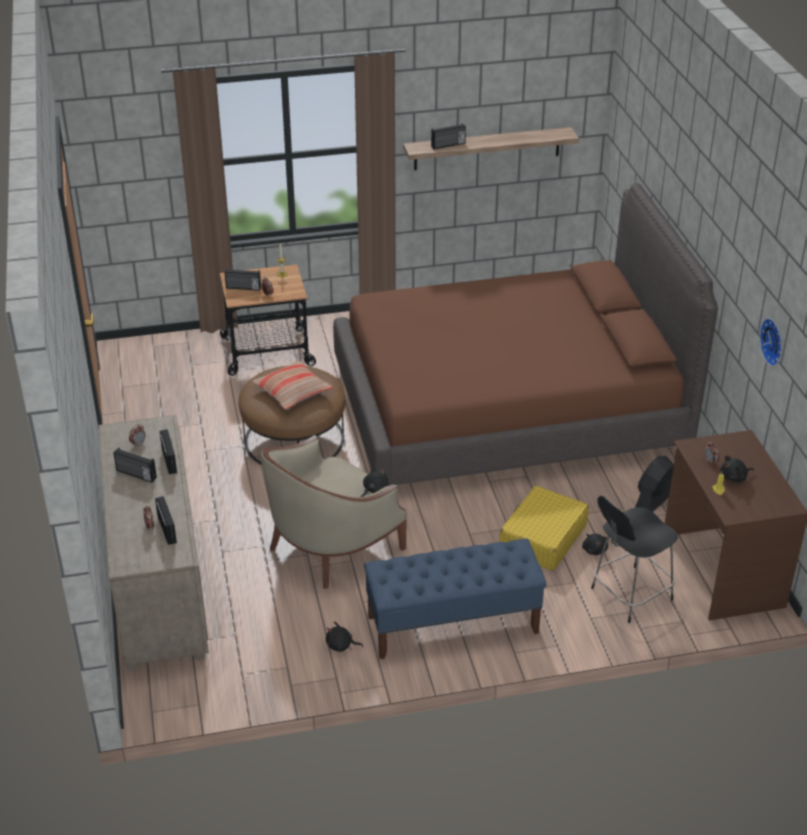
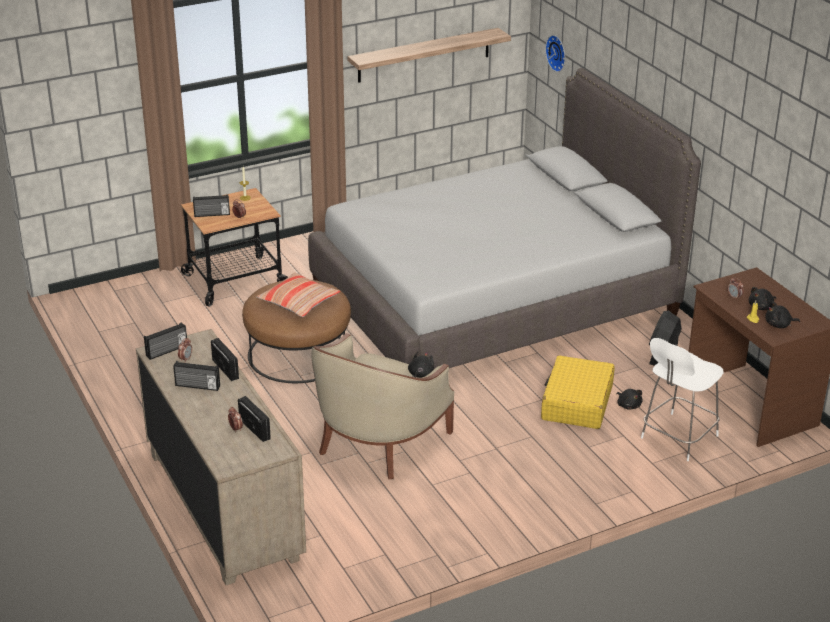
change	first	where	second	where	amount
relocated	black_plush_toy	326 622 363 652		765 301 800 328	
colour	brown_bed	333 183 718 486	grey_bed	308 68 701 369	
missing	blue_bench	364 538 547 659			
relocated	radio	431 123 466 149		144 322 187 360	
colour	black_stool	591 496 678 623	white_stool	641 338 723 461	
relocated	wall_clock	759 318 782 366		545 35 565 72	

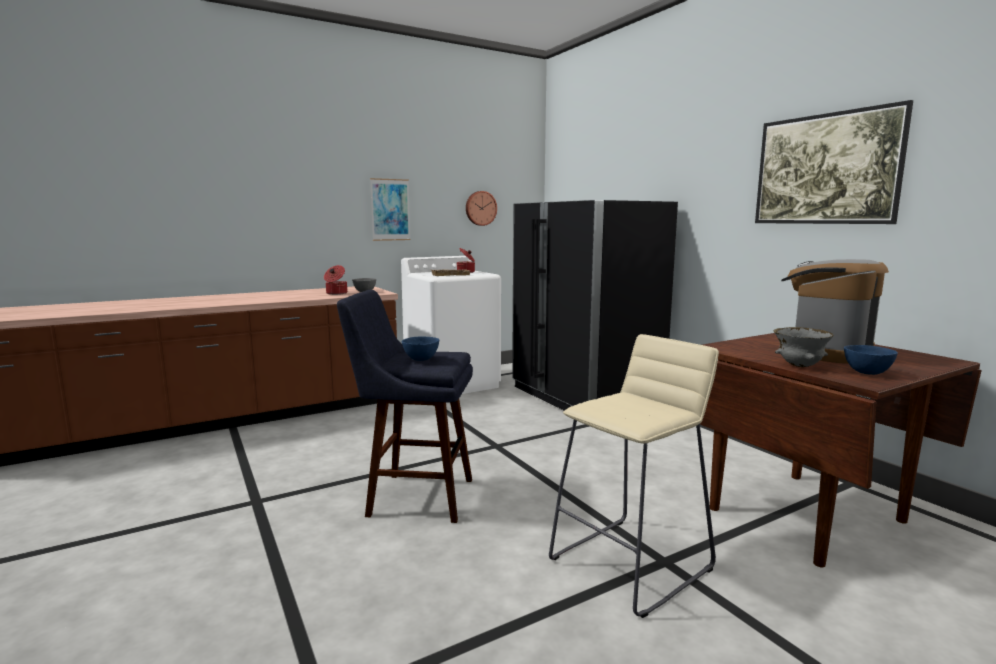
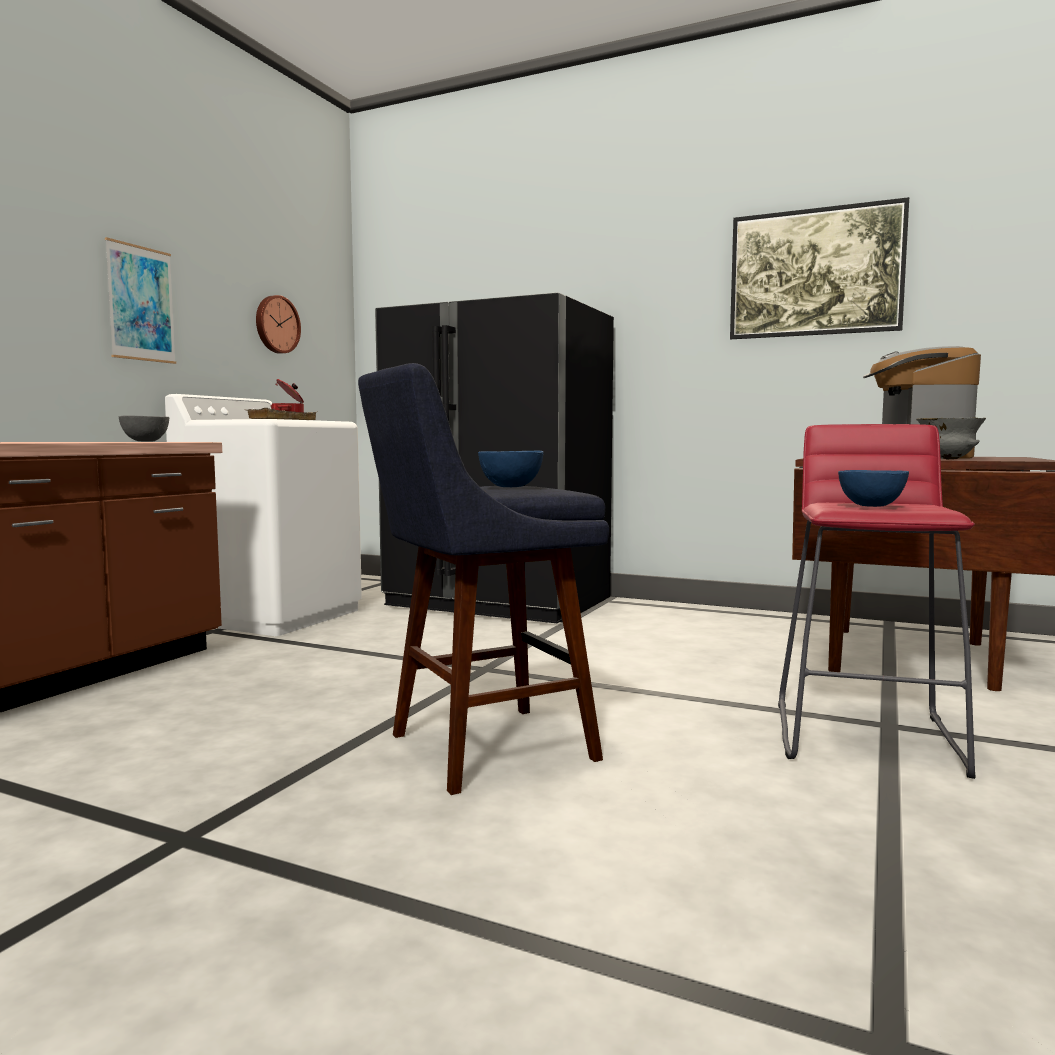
change	first	where	second	where	amount
missing	cooking_pot	324 265 347 295			
colour	beige_stool	549 334 719 618	red_stool	778 424 975 779	
relocated	blue_bowl	844 345 898 375		838 470 909 507	

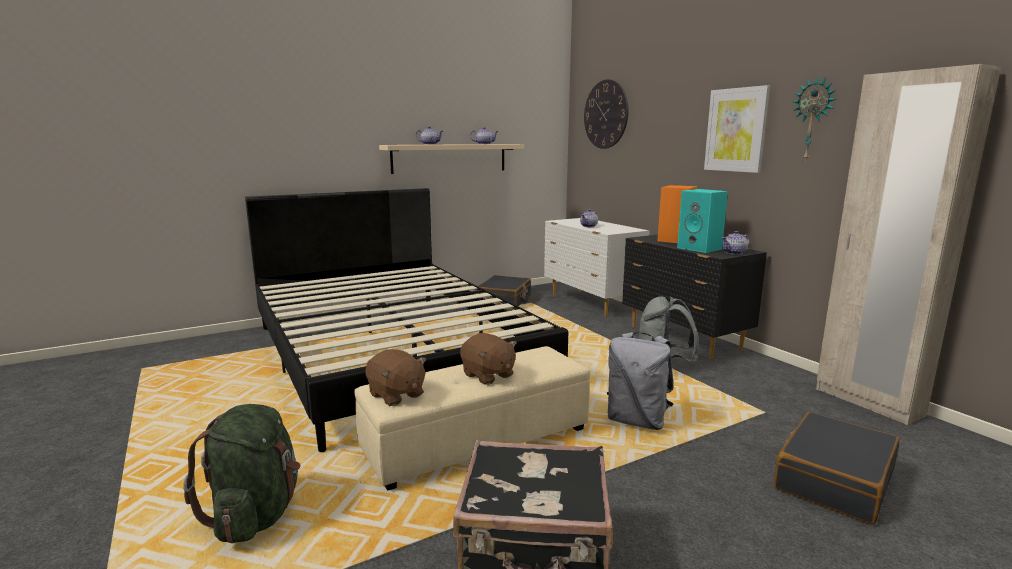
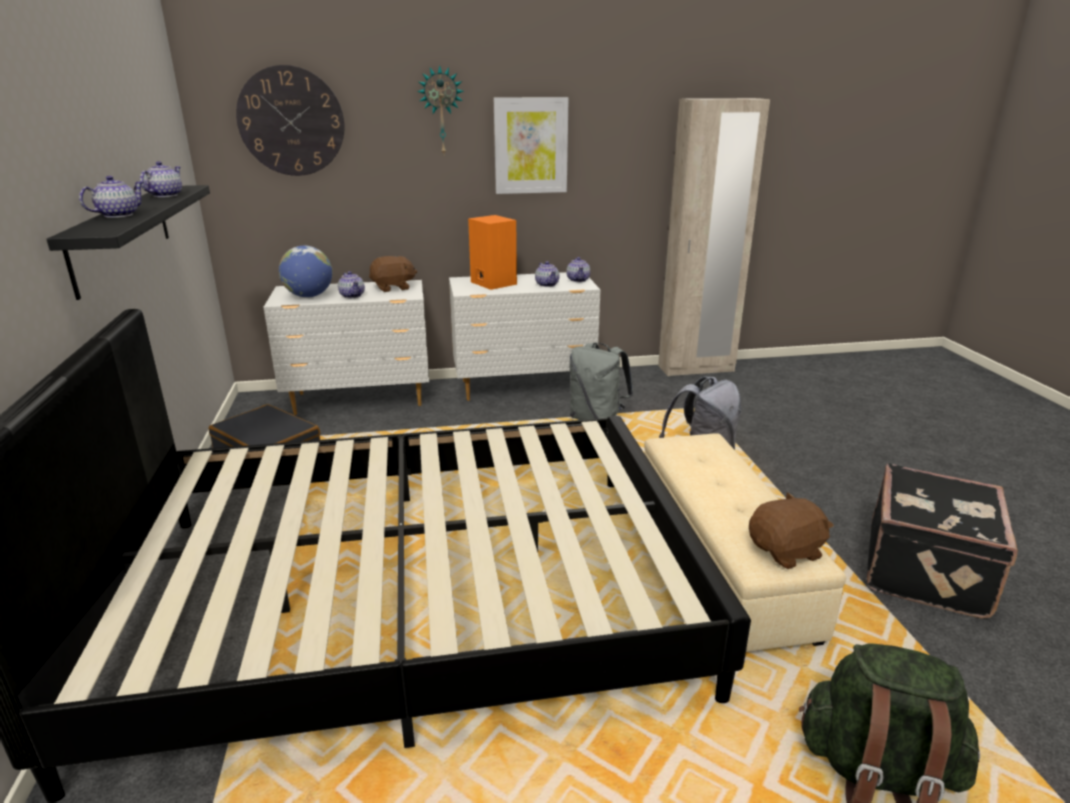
change	first	where	second	where	amount
colour	beige_shelf	379 144 524 174	black_shelf	47 185 210 300	
relocated	brown_plush_toy	460 333 517 385		369 256 417 292	
colour	black_dresser	622 234 767 359	white_dresser	449 272 601 401	
exchanged	turquoise_speaker	677 189 728 253	teapot	535 261 560 287	
missing	black_suitcase	774 412 900 525			
relocated	wall_clock	793 76 837 162		417 65 464 154	
appeared			globe	279 246 333 297	

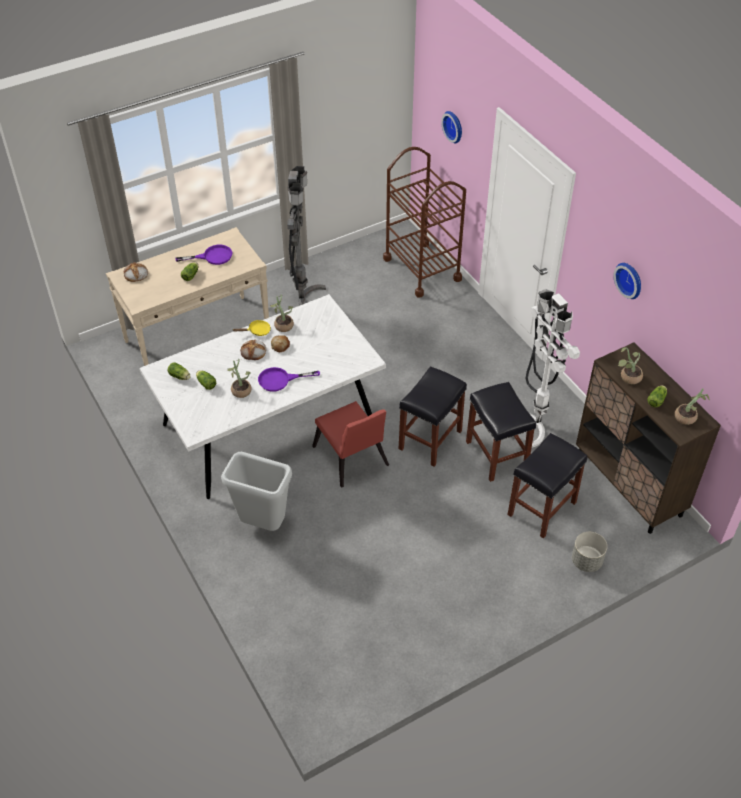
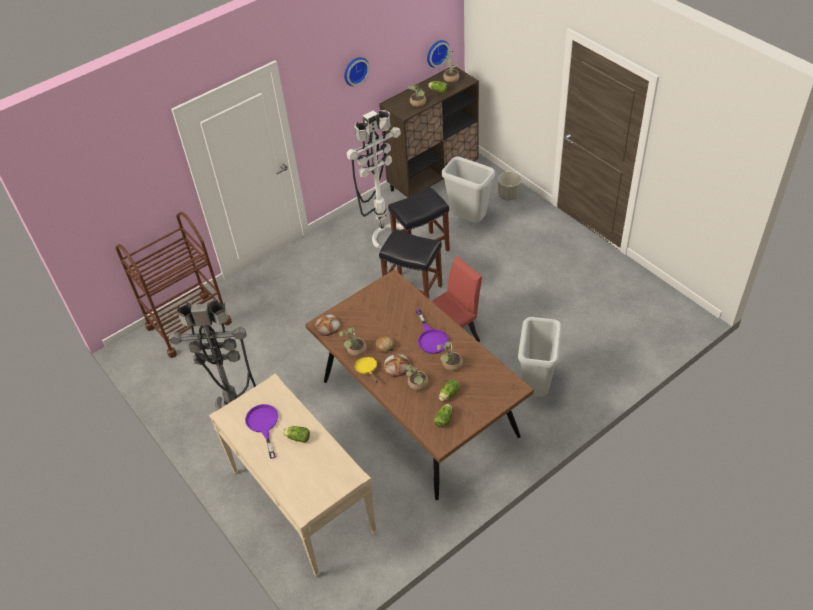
change	first	where	second	where	amount
relocated	bread	124 262 148 282		315 314 341 336	
colour	white_dining_table	140 294 386 499	brown_dining_table	305 269 534 500	
relocated	wall_clock	441 111 462 143		427 40 450 68	
exchanged	black_stool	507 433 587 539	grey_trash_can	442 157 495 223	
appeared			potted_plant	406 363 429 391	

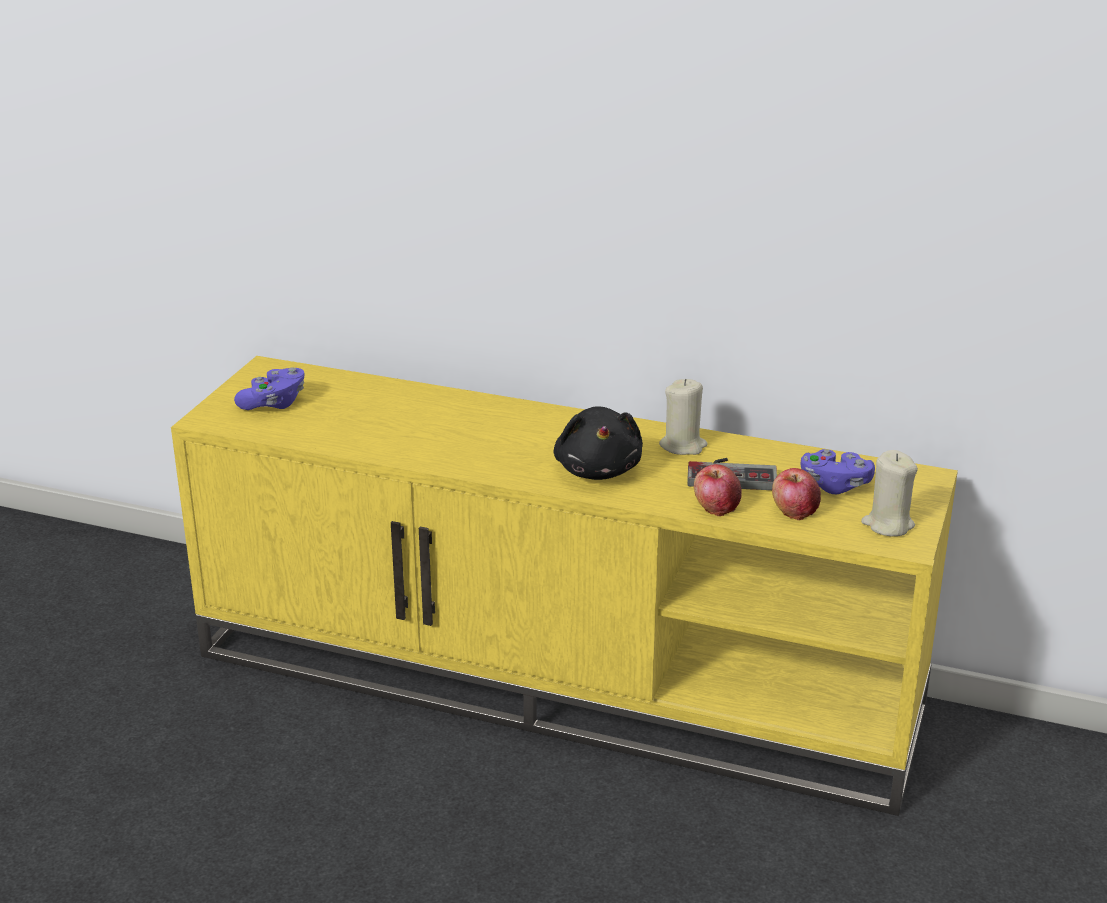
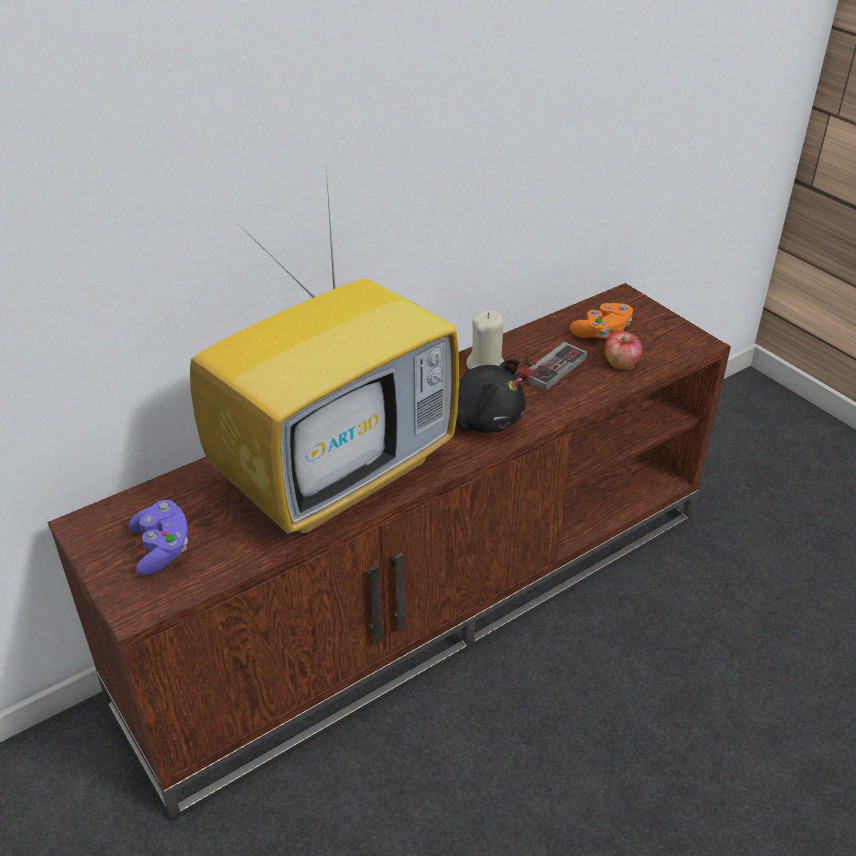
change	first	where	second	where	amount
colour	yellow_tv_stand	171 356 958 816	brown_tv_stand	47 283 731 821	
missing	apple	694 464 742 516			
colour	purple_game_controller	800 449 875 494	orange_game_controller	570 303 633 339	
missing	beige_candle	861 450 918 536			
appeared			television	190 168 459 535	

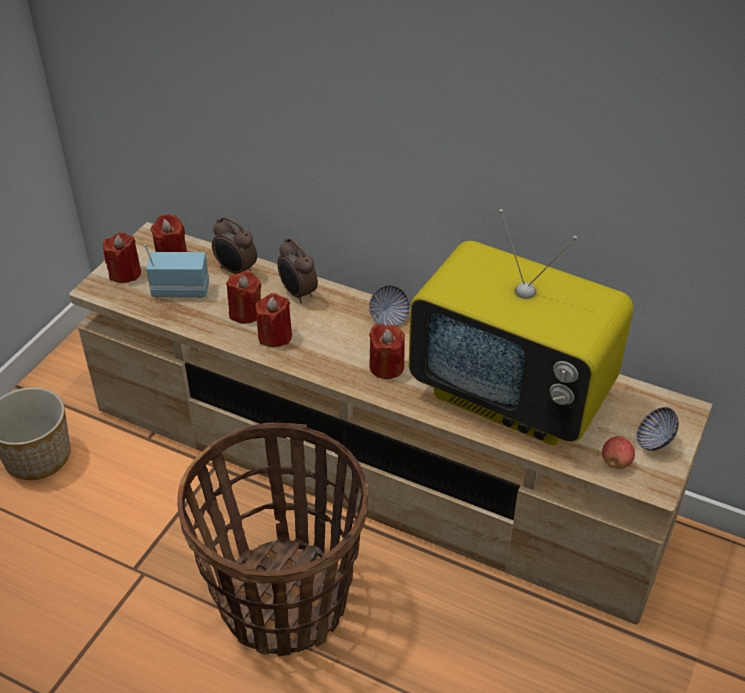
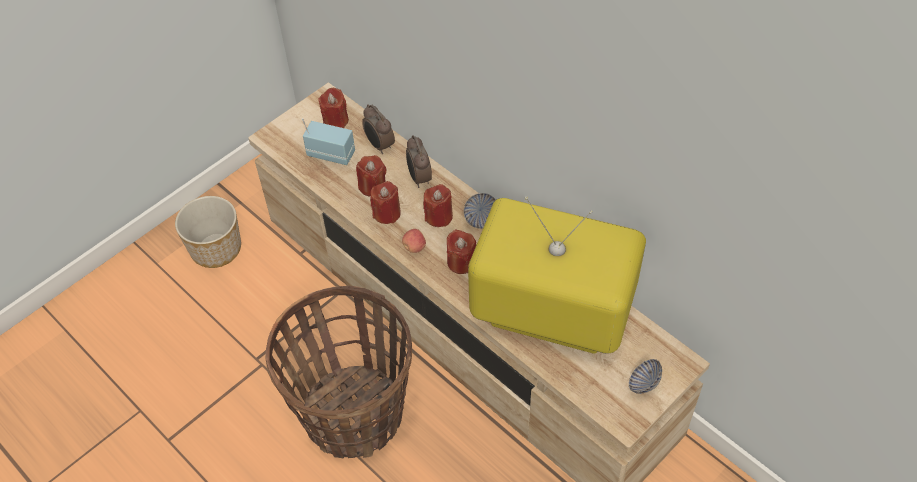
change	first	where	second	where	amount
relocated	red_candle	103 232 141 283		423 184 453 227	
spun	television	409 209 634 446		468 196 646 354	150 degrees clockwise
relocated	apple	602 436 635 469		402 229 426 253	

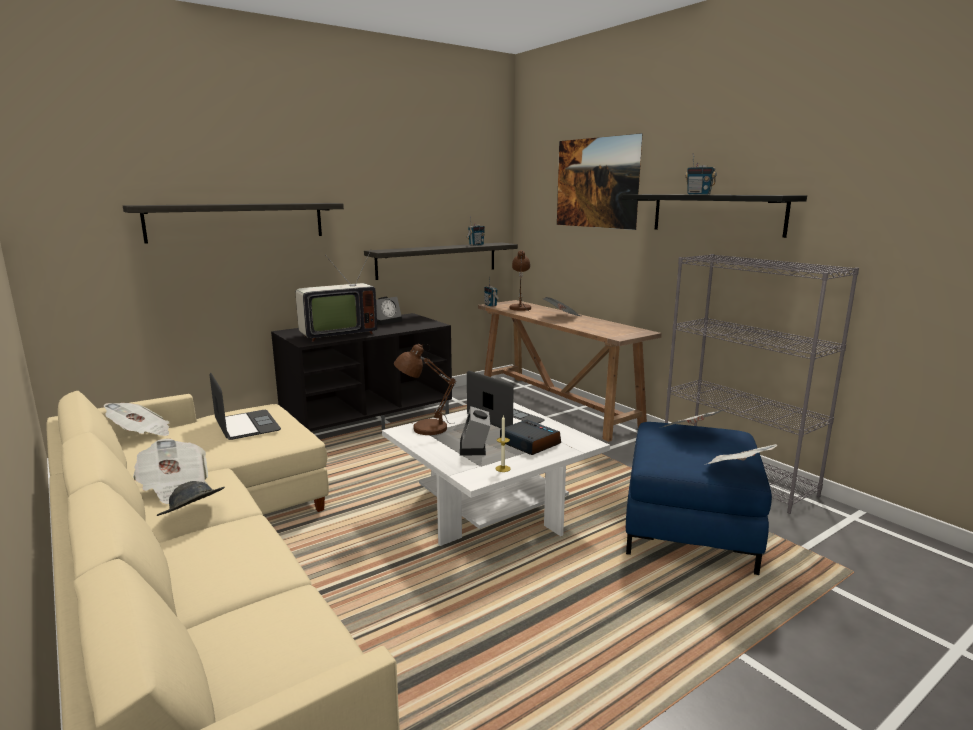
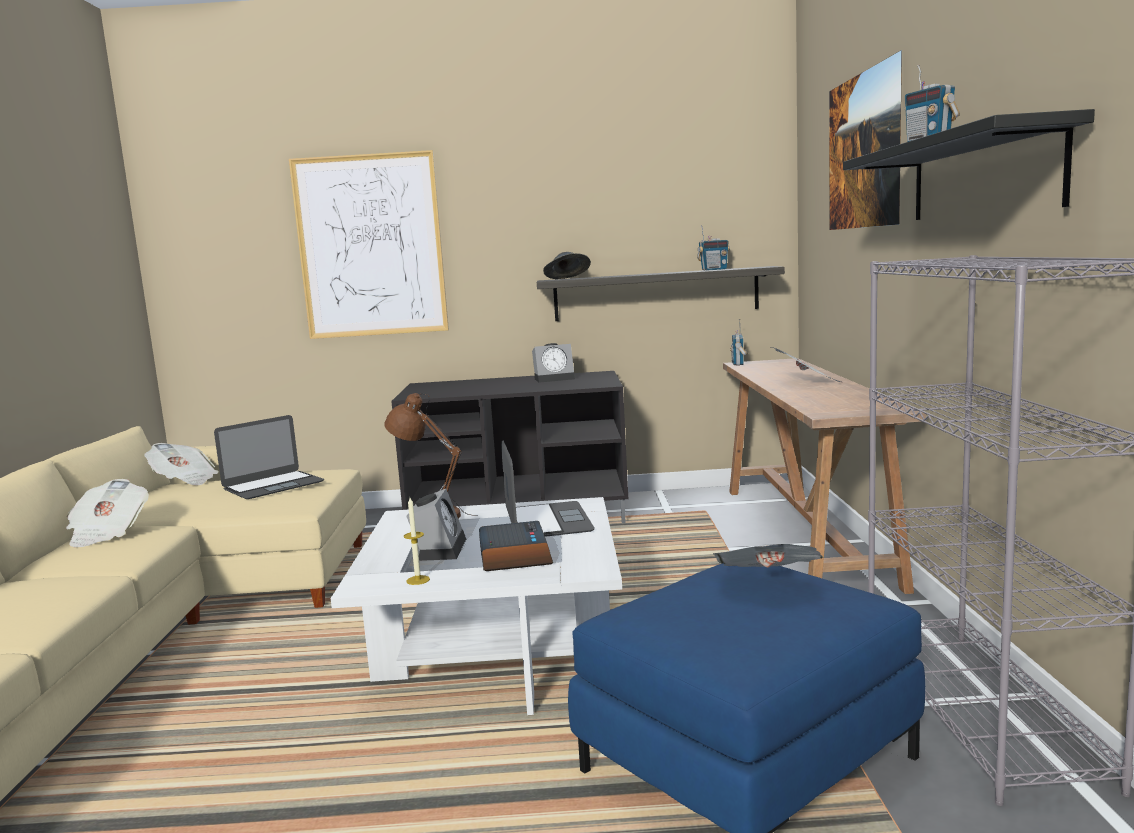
change	first	where	second	where	amount
exchanged	shelf	123 203 344 244	picture	289 150 449 339	
relocated	grey_hat	157 481 225 516		543 252 591 279	
spun	laptop	210 373 281 440		214 415 324 499	45 degrees clockwise
missing	television	296 250 377 342			
spun	alarm_clock	460 406 490 456		406 489 466 561	150 degrees clockwise
missing	brown_table_lamp	509 250 531 312			
missing	newspaper	704 444 777 465			

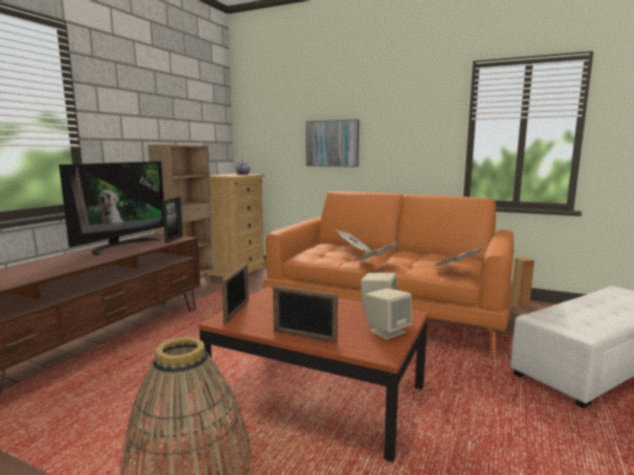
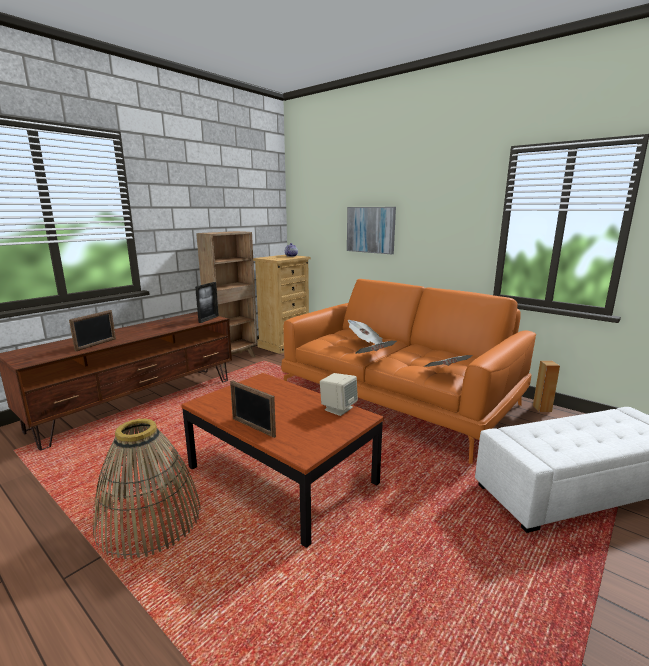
change	first	where	second	where	amount
missing	television	59 161 164 256			
relocated	picture_frame	221 263 249 324		69 310 116 352	
missing	beige_speaker	365 288 412 340			

